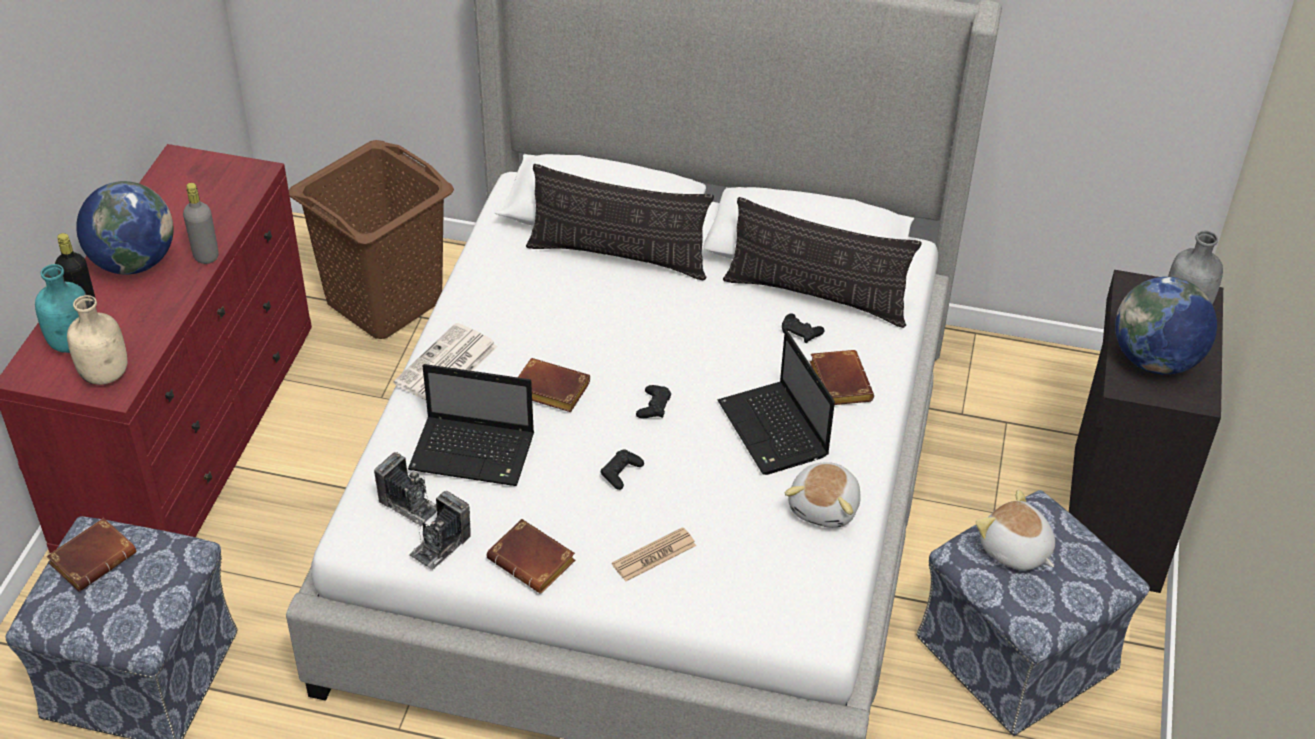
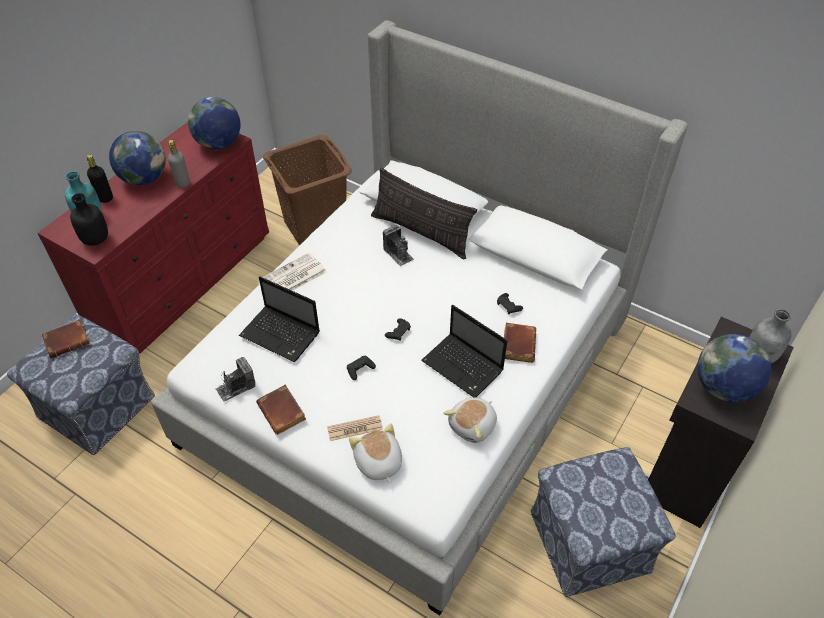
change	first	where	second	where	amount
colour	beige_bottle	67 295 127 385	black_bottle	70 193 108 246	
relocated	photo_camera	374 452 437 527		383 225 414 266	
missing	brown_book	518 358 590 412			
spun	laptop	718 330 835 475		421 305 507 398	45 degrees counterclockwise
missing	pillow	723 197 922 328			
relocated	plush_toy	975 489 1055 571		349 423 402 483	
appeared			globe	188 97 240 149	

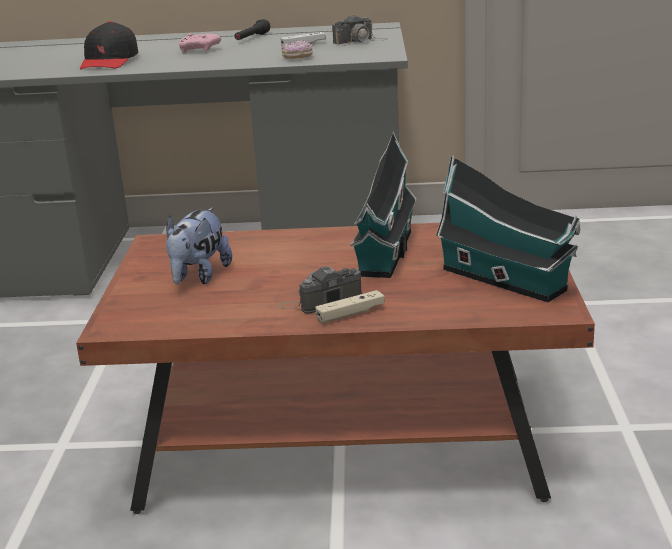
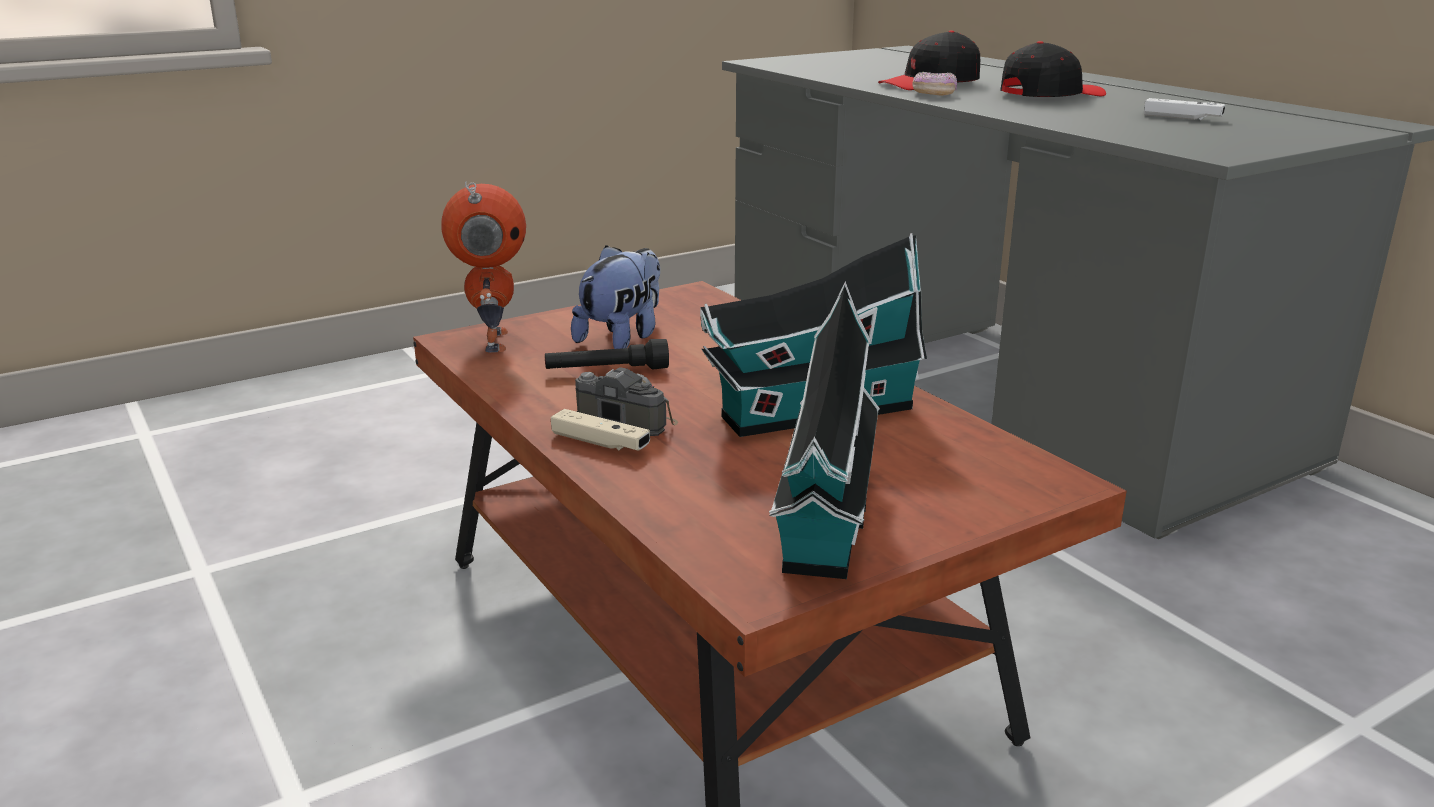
change	first	where	second	where	amount
spun	plush_toy	166 207 232 284		571 245 660 349	135 degrees clockwise
exchanged	pink_game_controller	179 33 221 53	black_cap	1000 41 1106 97	
relocated	black_flashlight	235 19 270 40		545 339 669 370	
relocated	donut	282 40 313 59		913 72 957 96	
missing	photo_camera	332 15 387 46			
appeared			toy_robot	441 181 526 353	

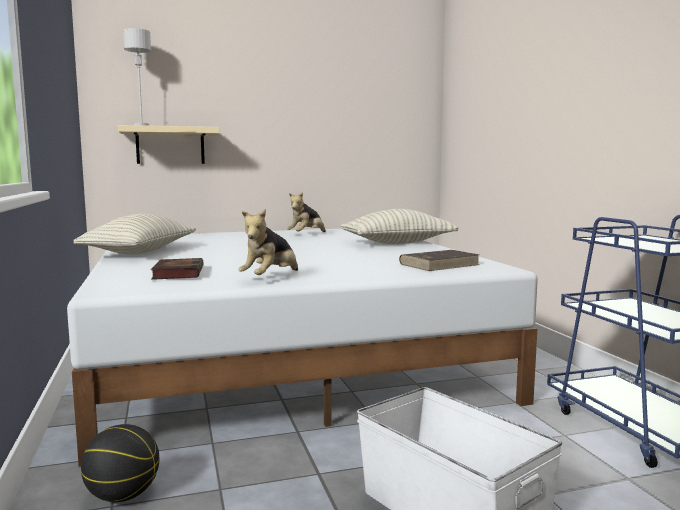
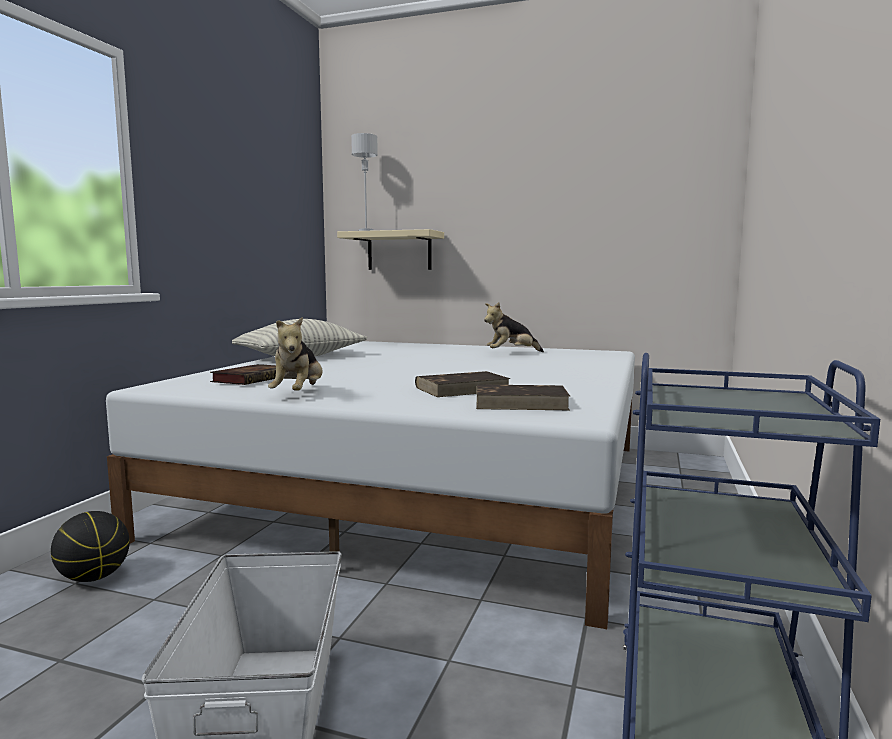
change	first	where	second	where	amount
spun	plush_toy	238 209 298 275		268 317 323 391	60 degrees counterclockwise
missing	pillow	340 209 458 244			
appeared			brown_book	415 371 511 397	

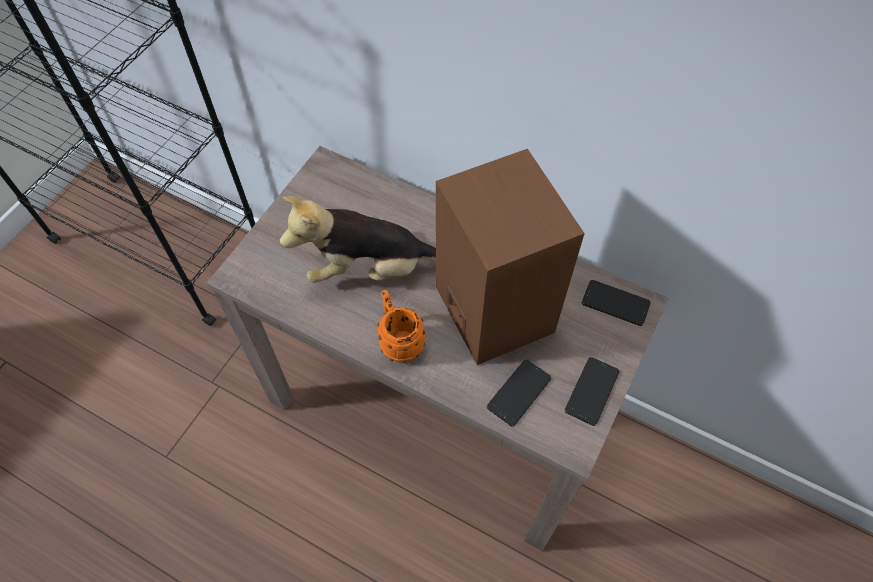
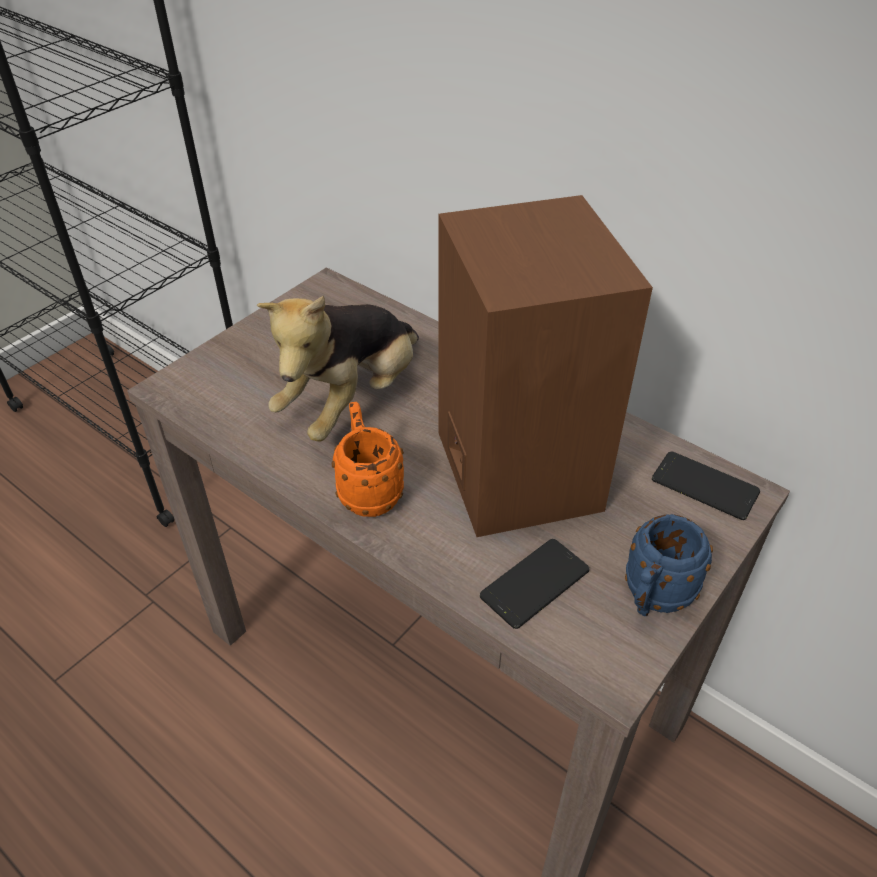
change	first	where	second	where	amount
spun	plush_toy	280 196 436 283		257 295 419 442	60 degrees counterclockwise
exchanged	phone	565 357 620 426	blue_mug	625 514 713 616	

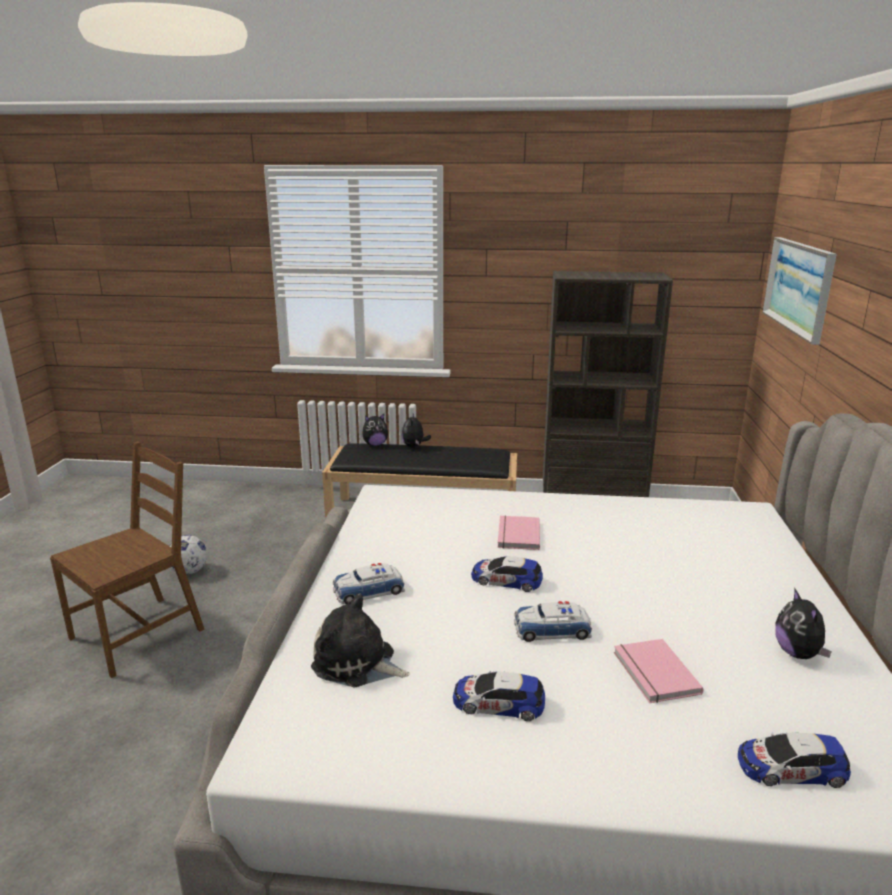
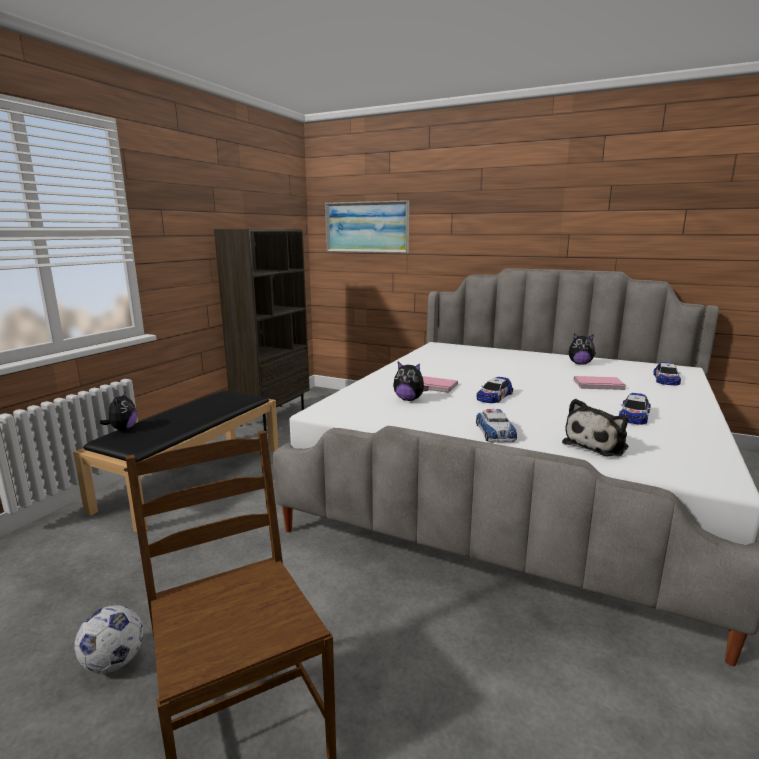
change	first	where	second	where	amount
relocated	plush_toy	402 414 431 448		393 362 429 401	
missing	toy_car	514 601 592 642			

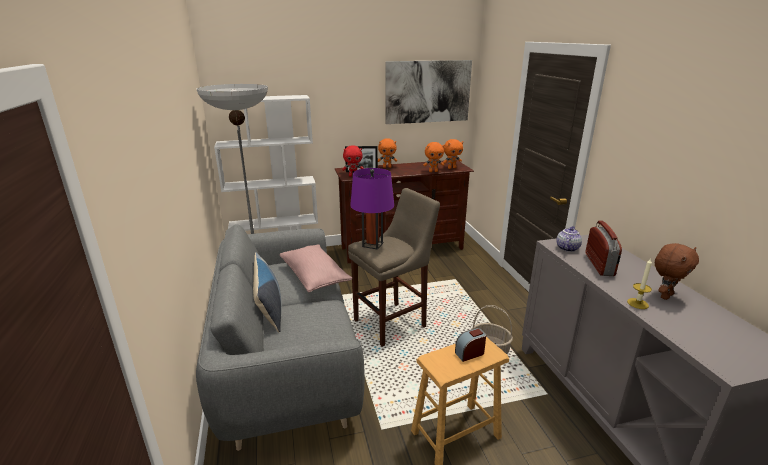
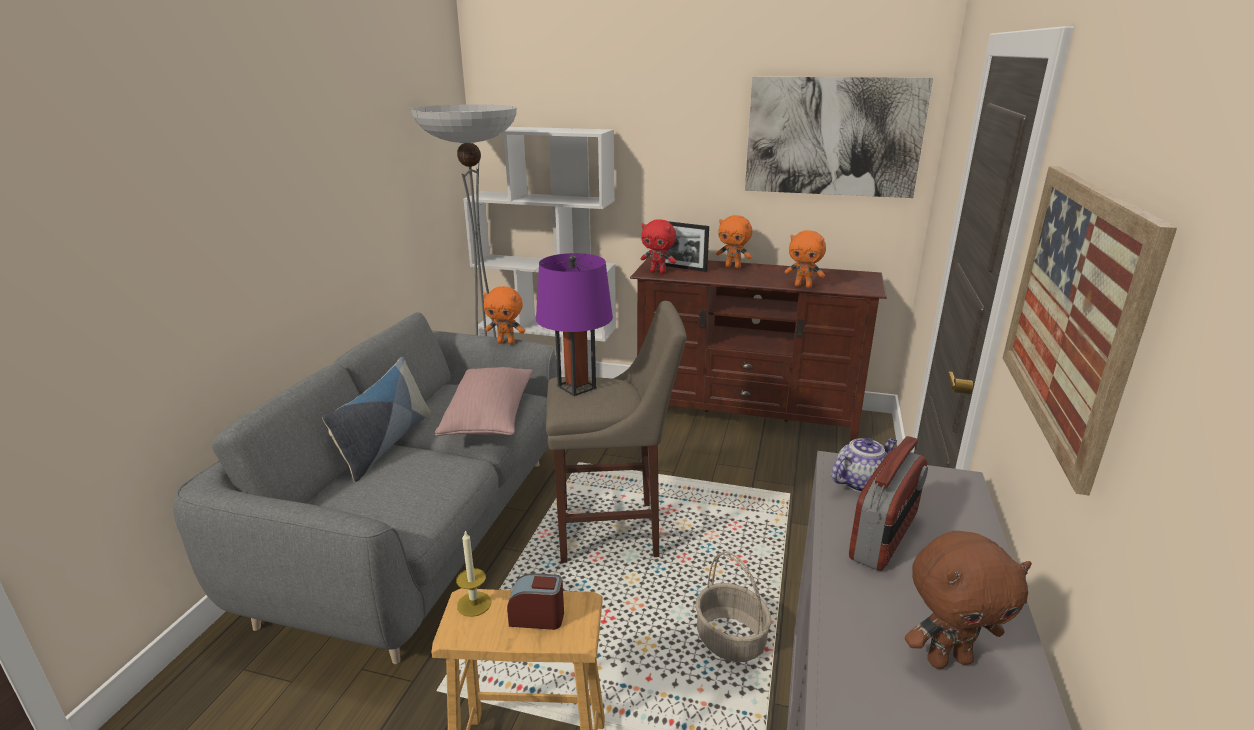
change	first	where	second	where	amount
relocated	orange_plush_toy	443 139 463 169		483 286 525 344	
relocated	candle	627 259 652 309		456 531 491 617	
appeared			picture	1003 166 1177 496	

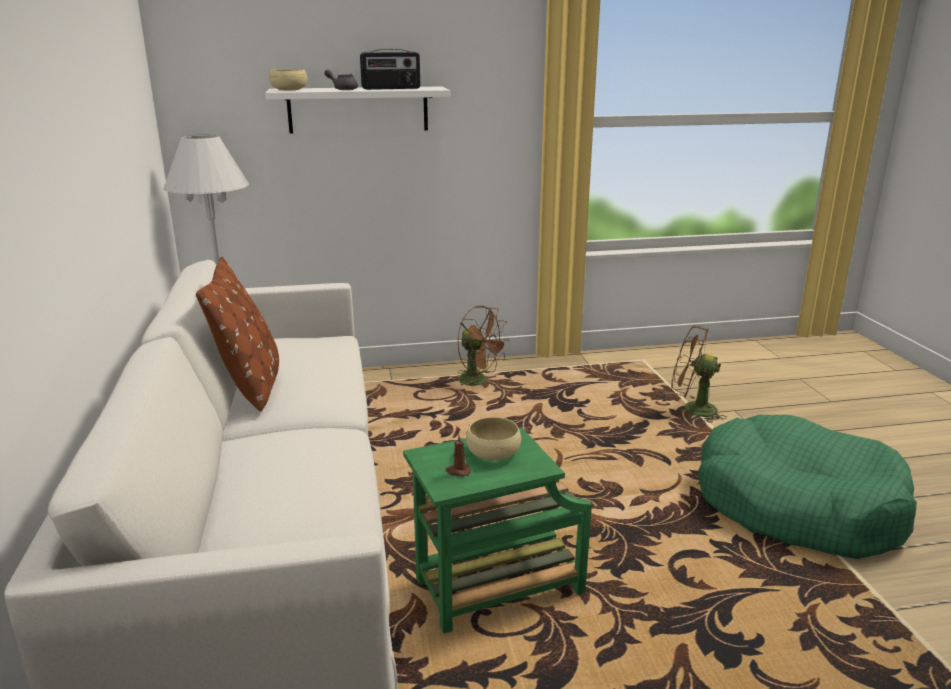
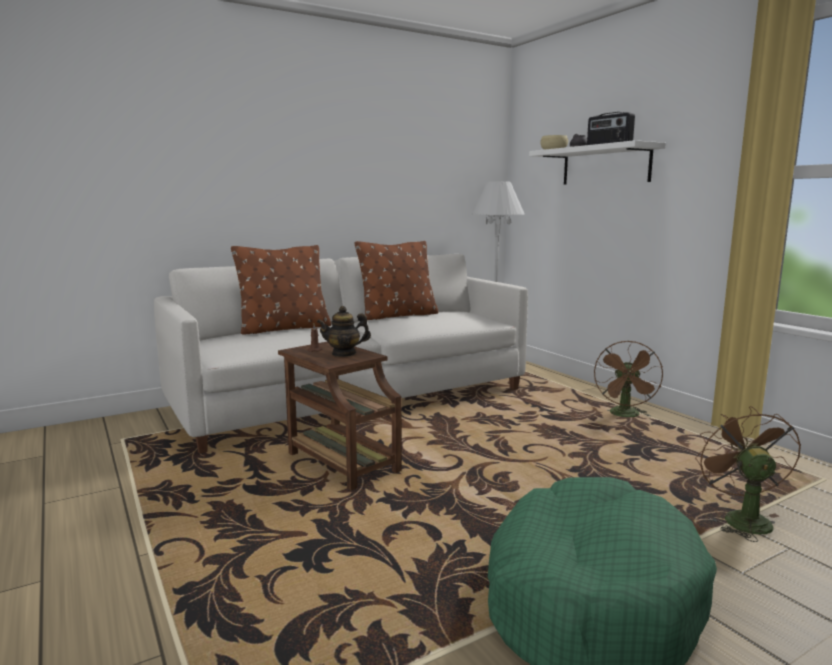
change	first	where	second	where	amount
colour	green_side_table	403 427 592 634	brown_side_table	278 342 402 490	
exchanged	beige_bowl	466 417 521 461	teapot	317 306 371 357	
appeared			brown_pillow	231 245 331 334	

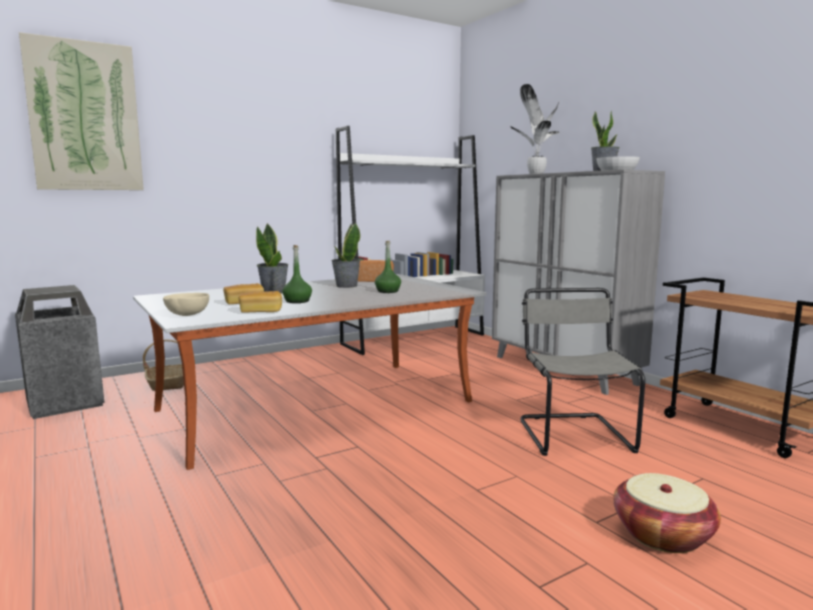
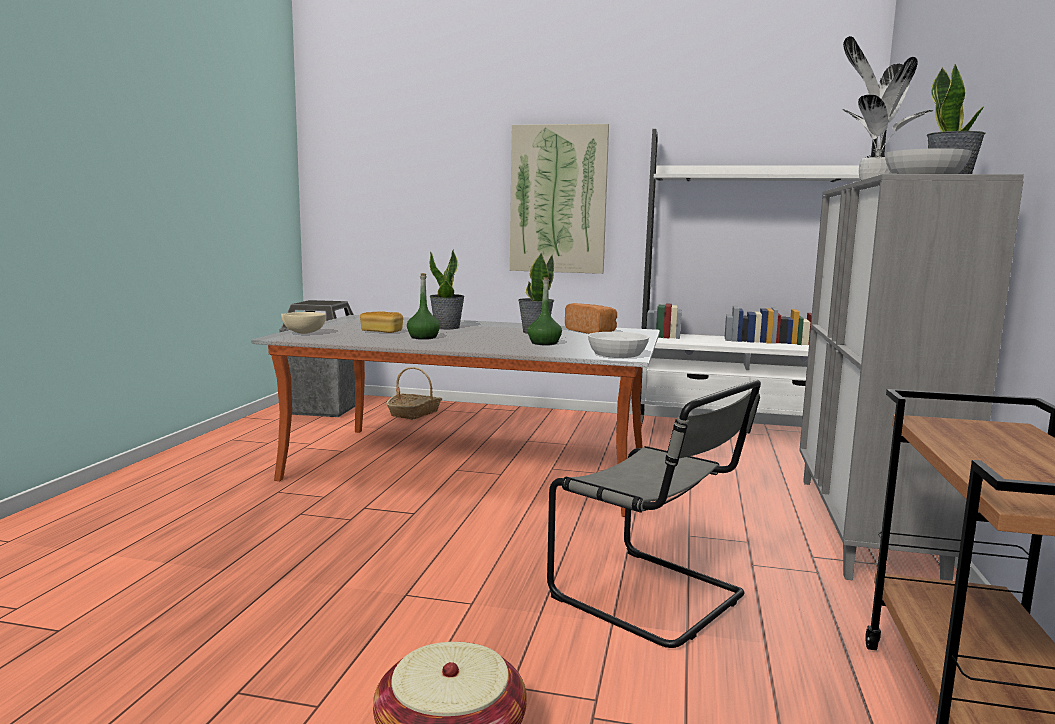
change	first	where	second	where	amount
relocated	picture	19 32 144 190		510 124 609 274	
missing	bread	238 291 282 312			
spun	grey_chair	520 288 645 456		547 380 761 648	90 degrees clockwise
appeared			white_bowl	588 332 649 358	

